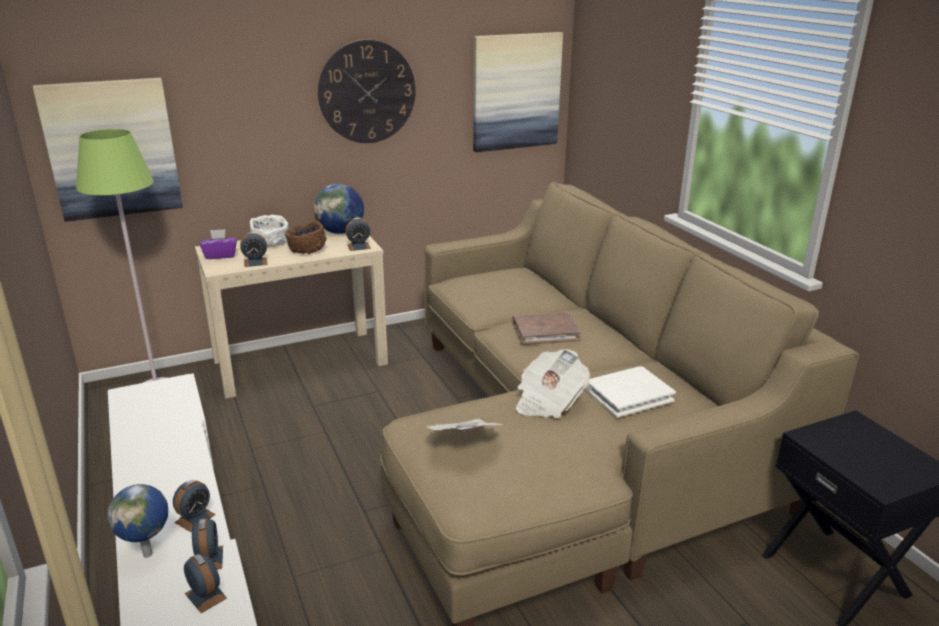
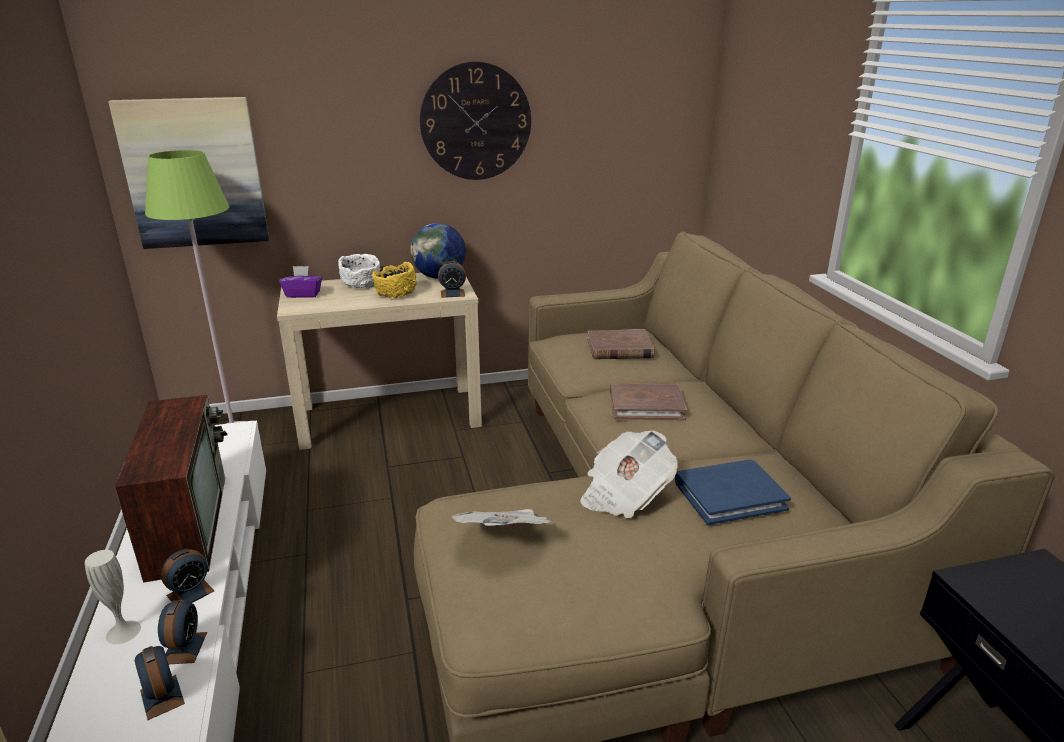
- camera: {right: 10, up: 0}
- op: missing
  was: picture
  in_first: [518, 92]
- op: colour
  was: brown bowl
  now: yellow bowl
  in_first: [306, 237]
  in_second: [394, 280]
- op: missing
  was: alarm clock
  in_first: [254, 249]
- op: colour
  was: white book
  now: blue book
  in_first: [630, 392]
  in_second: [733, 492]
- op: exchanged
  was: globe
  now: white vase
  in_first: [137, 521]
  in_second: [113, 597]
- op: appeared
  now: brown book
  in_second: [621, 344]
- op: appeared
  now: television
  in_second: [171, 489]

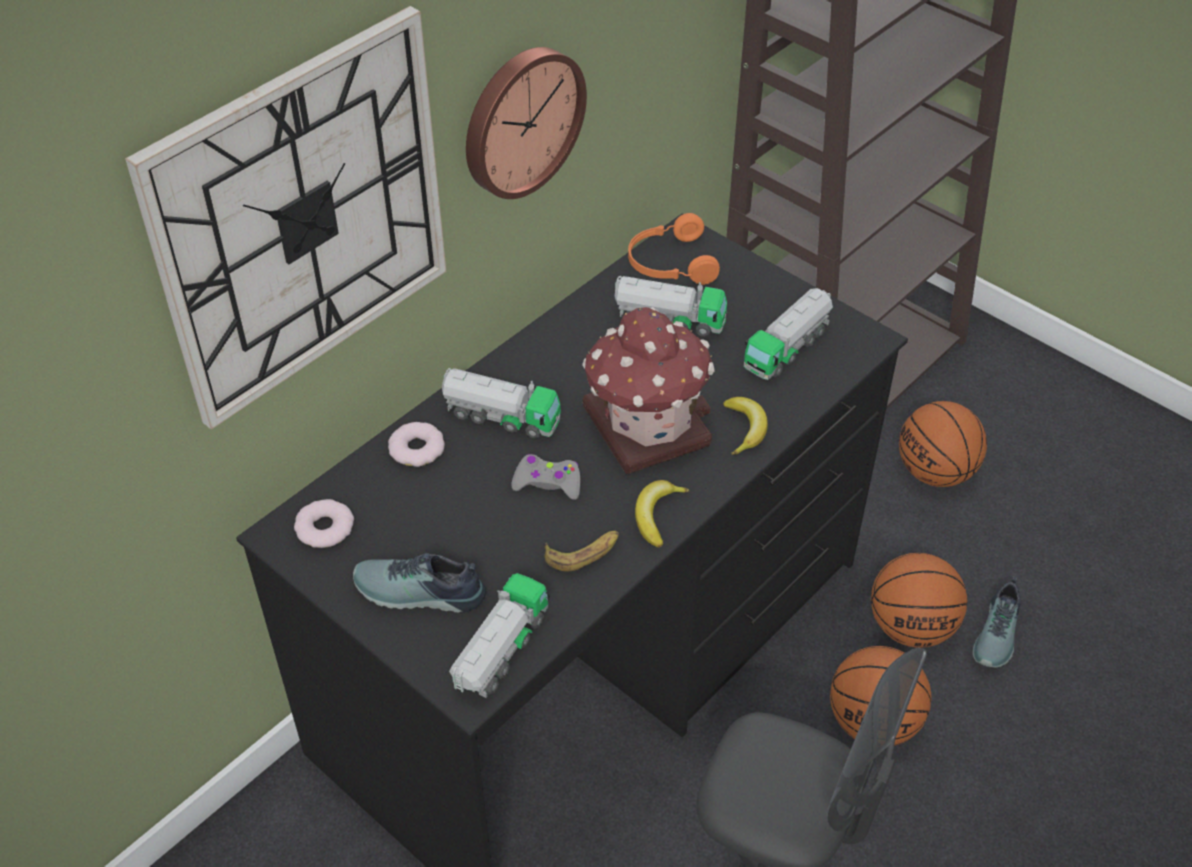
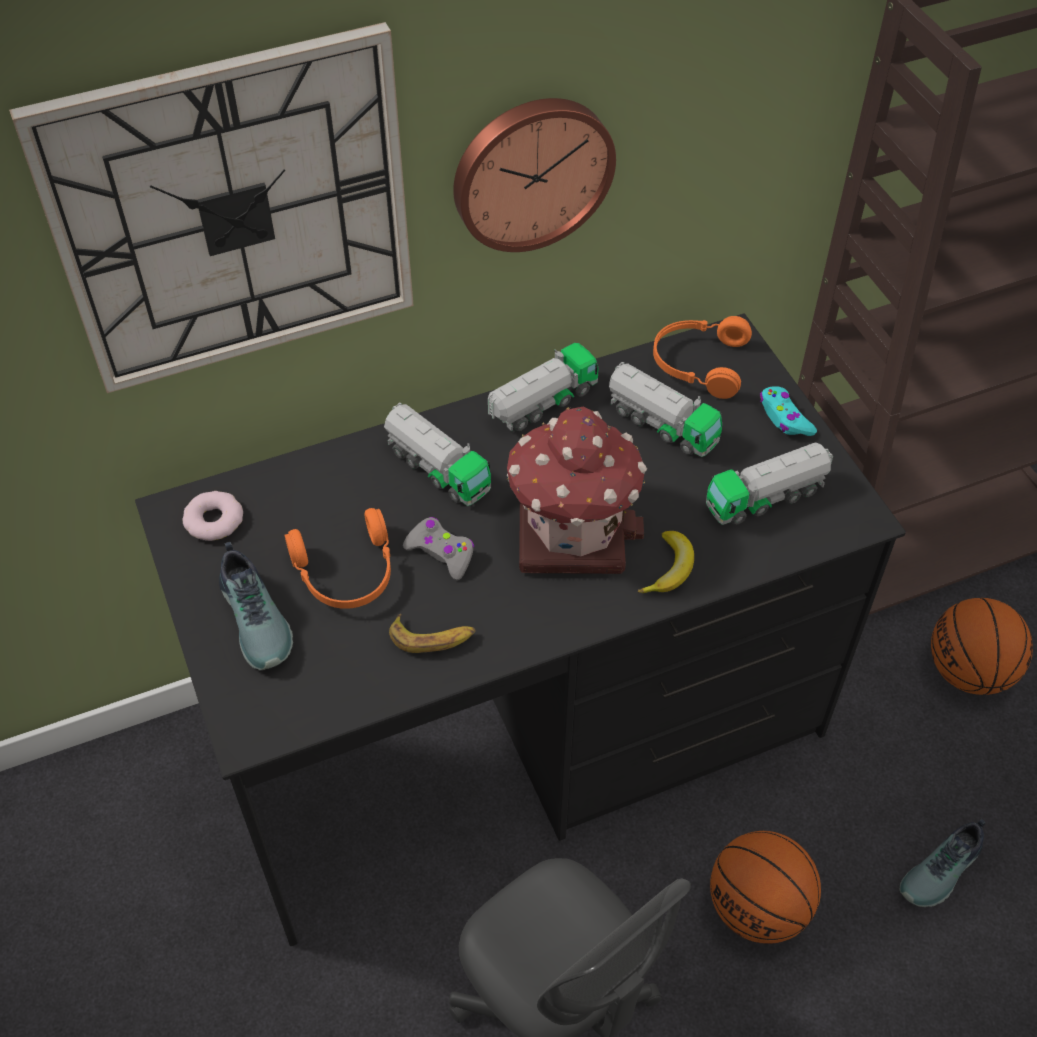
- camera: {right: 25, up: 5}
- op: missing
  was: donut
  in_first: [416, 444]
- op: missing
  was: banana
  in_first: [662, 513]
- op: spun
  was: shoe
  in_first: [419, 582]
  in_second: [256, 606]
  clockwise: -150
- op: missing
  was: basketball
  in_first: [919, 600]
- op: relocated
  was: toy truck
  in_first: [499, 635]
  in_second: [543, 387]
- op: appeared
  now: turquoise game controller
  in_second: [788, 411]
- op: appeared
  now: orange headphones
  in_second: [338, 558]

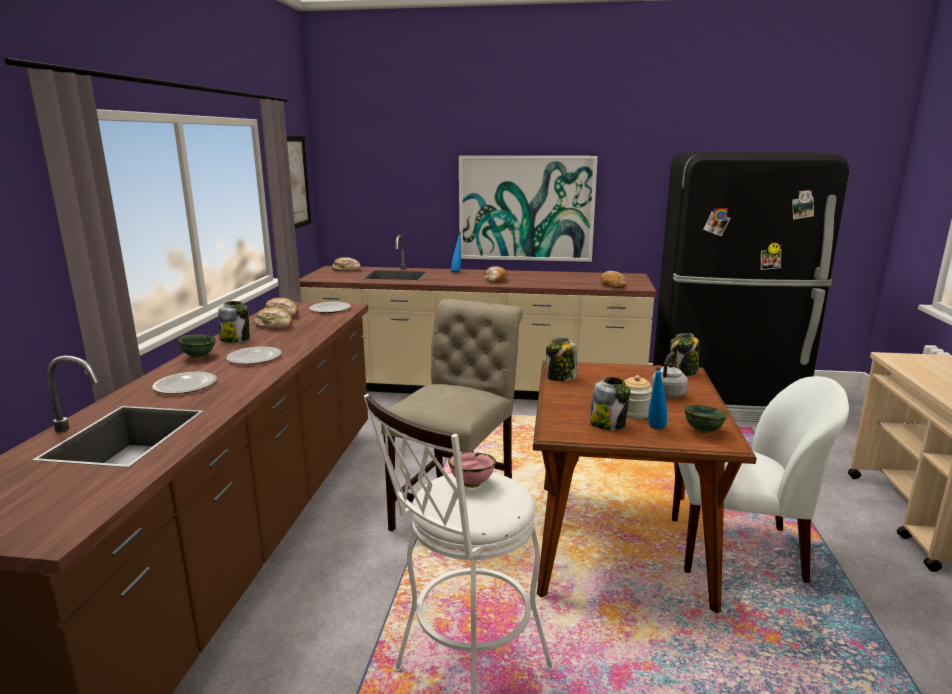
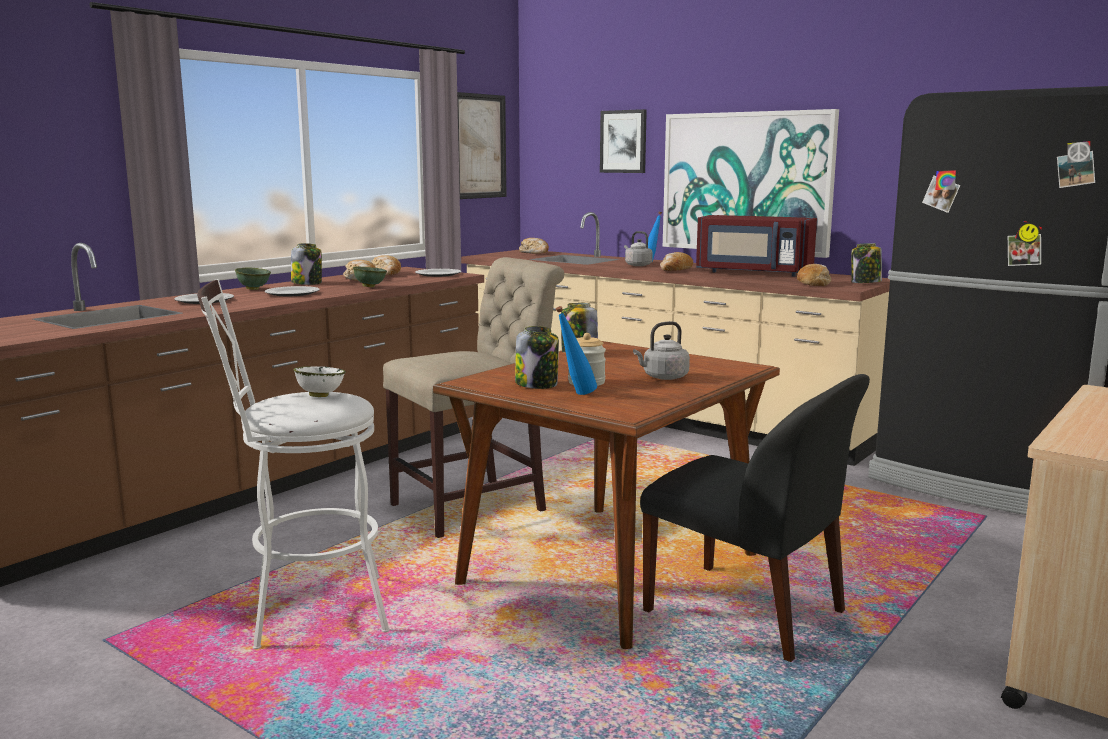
- camera: {right: 30, up: -5}
- op: relocated
  was: jar
  in_first: [684, 354]
  in_second: [866, 263]
- op: colour
  was: white chair
  now: black chair
  in_first: [760, 479]
  in_second: [755, 518]
- op: relocated
  was: green bowl
  in_first: [706, 419]
  in_second: [370, 277]
- op: colour
  was: pink bowl
  now: white bowl
  in_first: [472, 470]
  in_second: [320, 381]
- op: appeared
  now: picture
  in_second: [623, 141]
- op: appeared
  now: red microwave
  in_second: [756, 246]
- op: appeared
  now: grey kettle
  in_second: [638, 248]

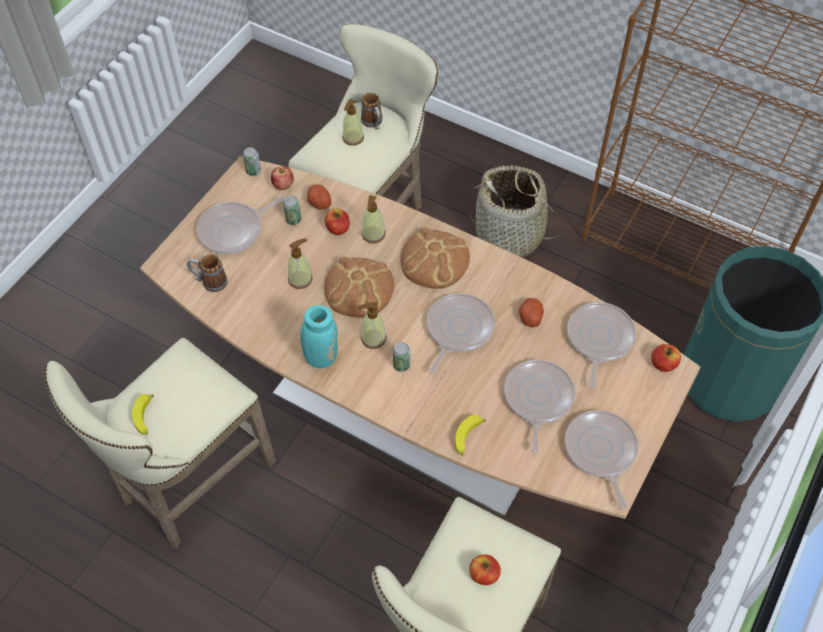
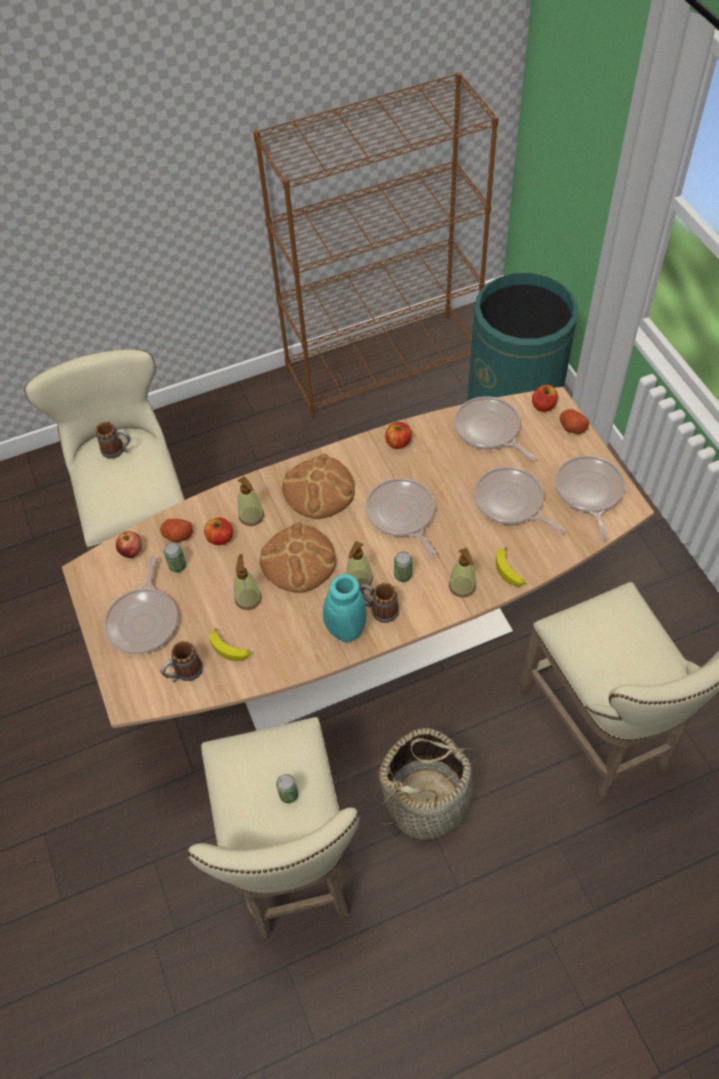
- camera: {right: -50, up: 0}
- op: relocated
  was: soap dispenser
  in_first: [353, 122]
  in_second: [462, 572]
- op: relocated
  was: can
  in_first: [252, 161]
  in_second: [287, 789]
- op: relocated
  was: basket
  in_first: [513, 211]
  in_second: [432, 784]
- op: relocated
  was: potato
  in_first: [531, 312]
  in_second: [574, 421]
- op: relocated
  was: banana
  in_first: [143, 414]
  in_second: [230, 644]
- op: spun
  was: frying pan
  in_first: [601, 460]
  in_second: [590, 497]
  clockwise: 60
- op: relocated
  was: apple
  in_first: [485, 569]
  in_second: [398, 435]
- op: appeared
  now: mug
  in_second: [379, 603]

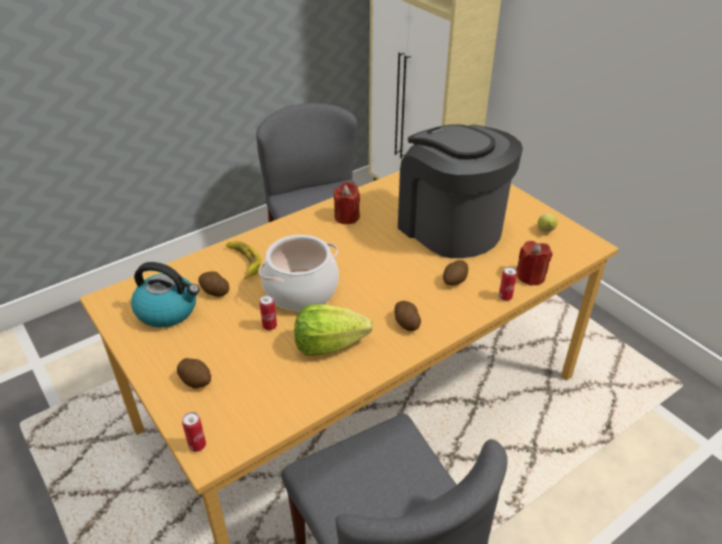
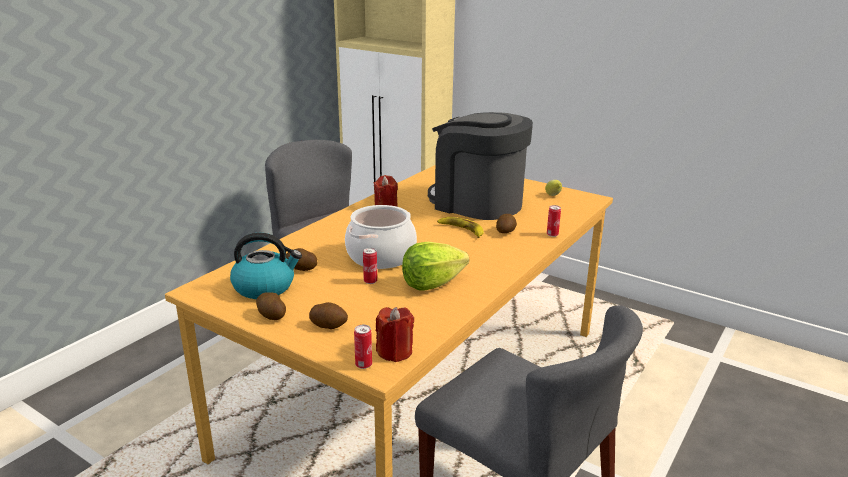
- camera: {right: -20, up: -15}
- op: relocated
  was: banana
  in_first: [243, 260]
  in_second: [460, 227]
- op: relocated
  was: red candle
  in_first: [534, 263]
  in_second: [395, 334]
- op: relocated
  was: potato
  in_first: [407, 316]
  in_second: [271, 306]

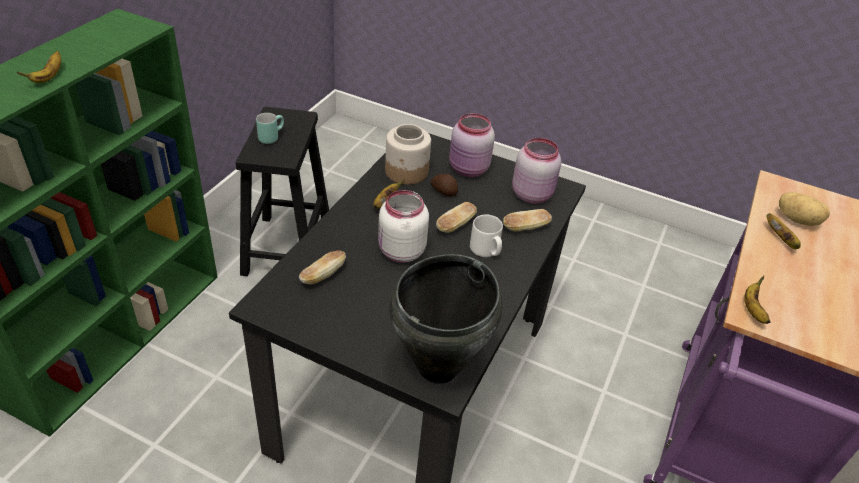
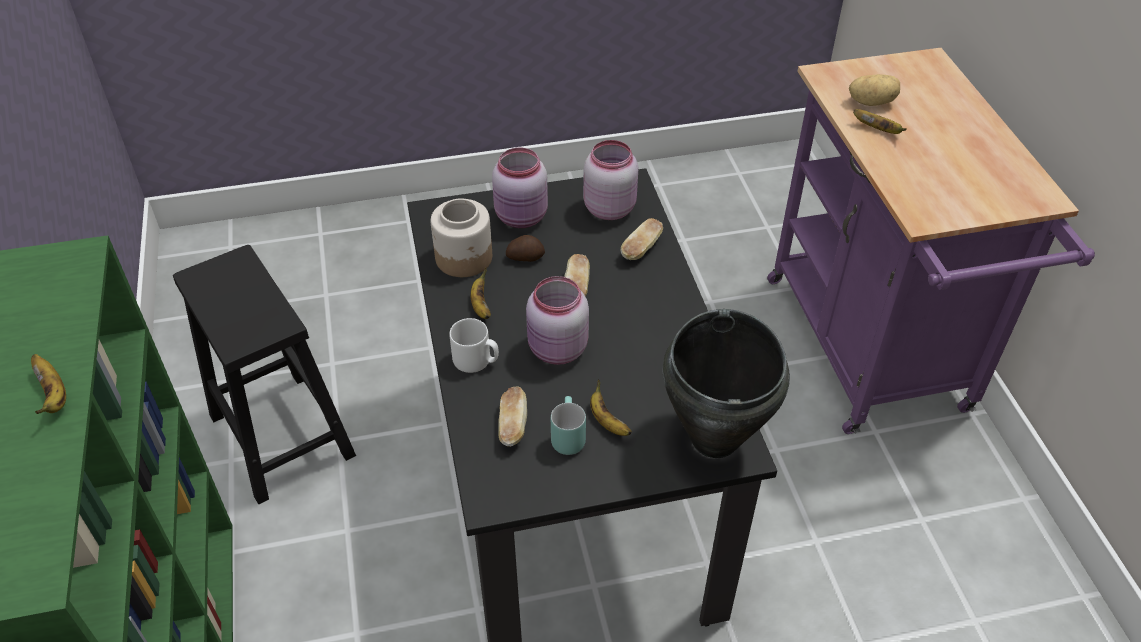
- camera: {right: -35, up: 5}
- op: relocated
  was: turquoise mug
  in_first: [270, 128]
  in_second: [568, 425]
- op: colour
  was: white jar
  now: pink jar
  in_first: [403, 226]
  in_second: [557, 320]
- op: relocated
  was: white mug
  in_first: [486, 236]
  in_second: [474, 345]
- op: relocated
  was: banana
  in_first: [757, 300]
  in_second: [611, 407]

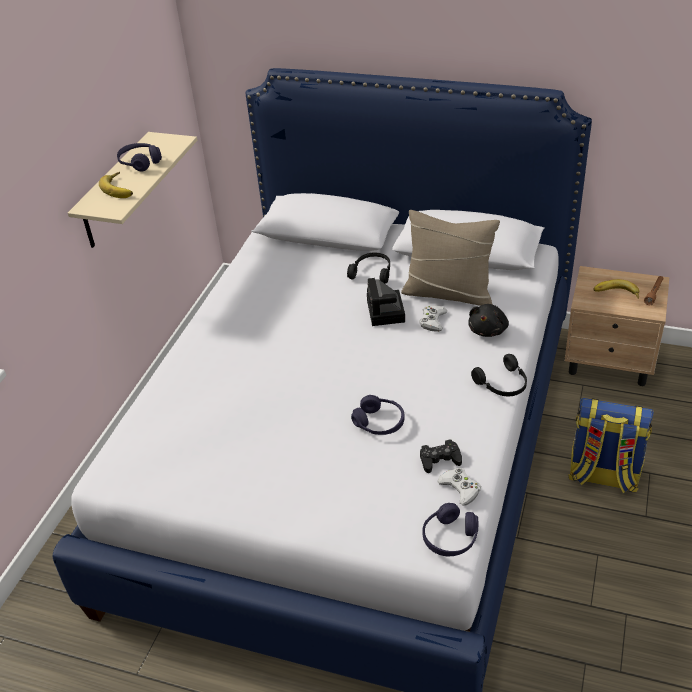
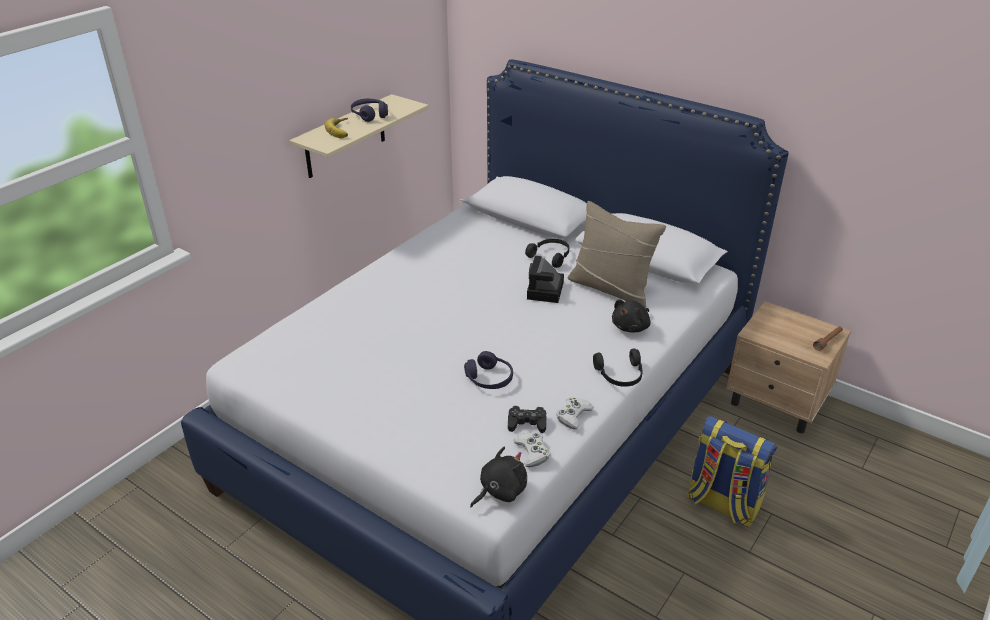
- camera: {right: 15, up: -5}
- op: missing
  was: banana
  in_first: [616, 289]
- op: relocated
  was: white game controller
  in_first: [433, 318]
  in_second: [575, 413]
- op: exchanged
  was: purple headphones
  now: black plush toy
  in_first: [450, 529]
  in_second: [498, 476]

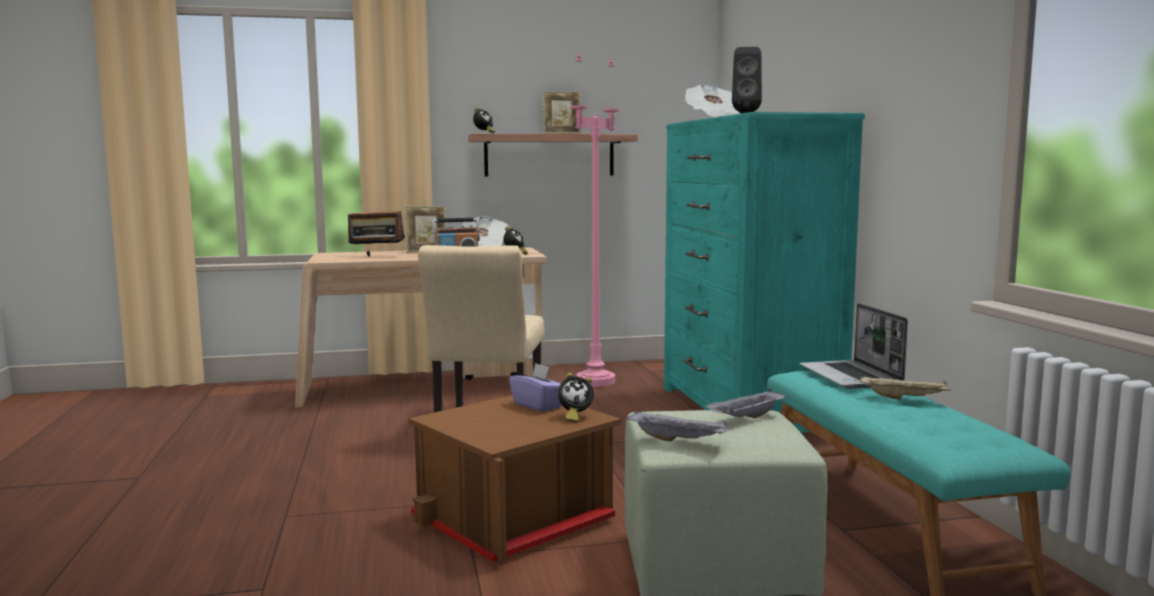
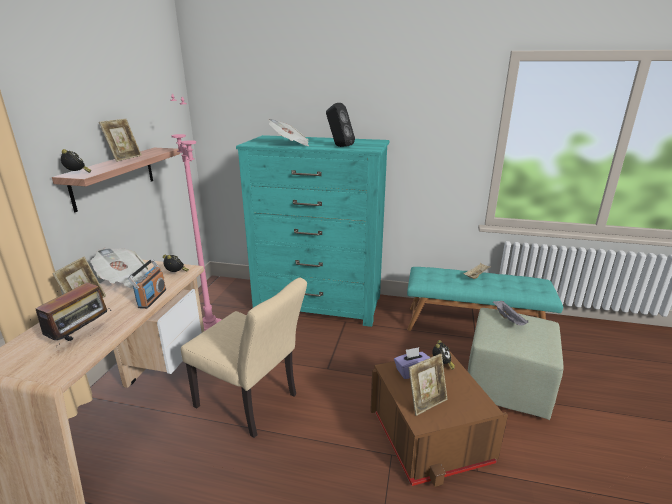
- camera: {right: -65, up: 15}
- op: missing
  was: laptop
  in_first: [853, 346]
- op: missing
  was: grey tray
  in_first: [677, 426]
- op: appeared
  now: picture frame
  in_second: [428, 385]

